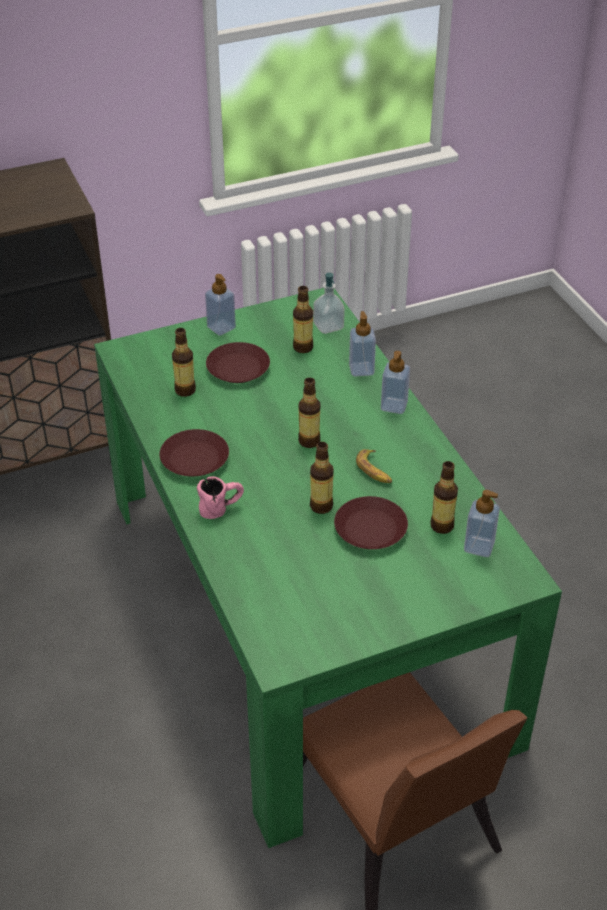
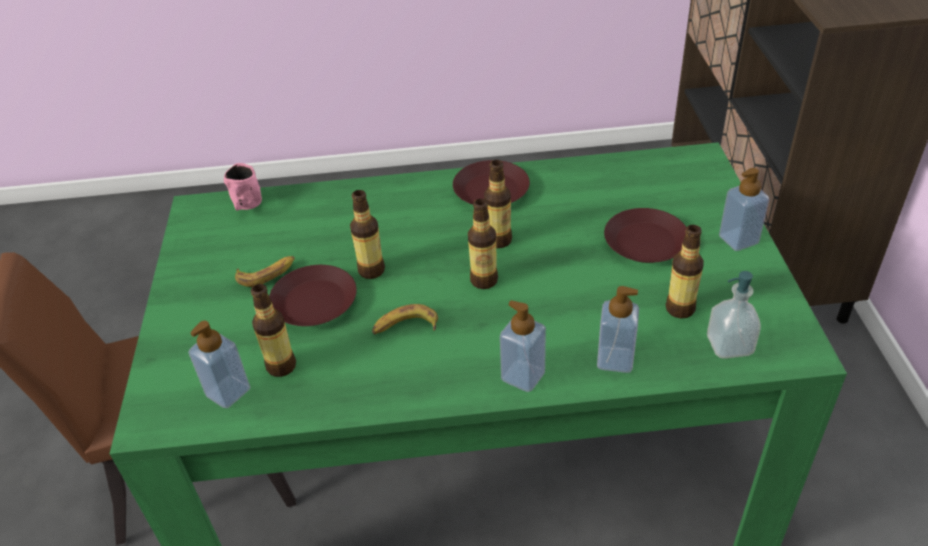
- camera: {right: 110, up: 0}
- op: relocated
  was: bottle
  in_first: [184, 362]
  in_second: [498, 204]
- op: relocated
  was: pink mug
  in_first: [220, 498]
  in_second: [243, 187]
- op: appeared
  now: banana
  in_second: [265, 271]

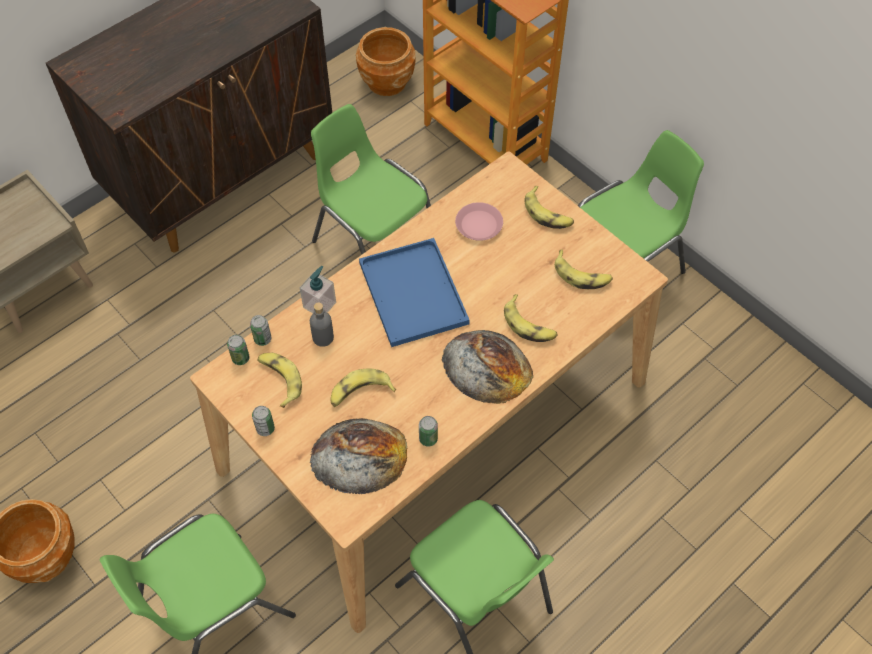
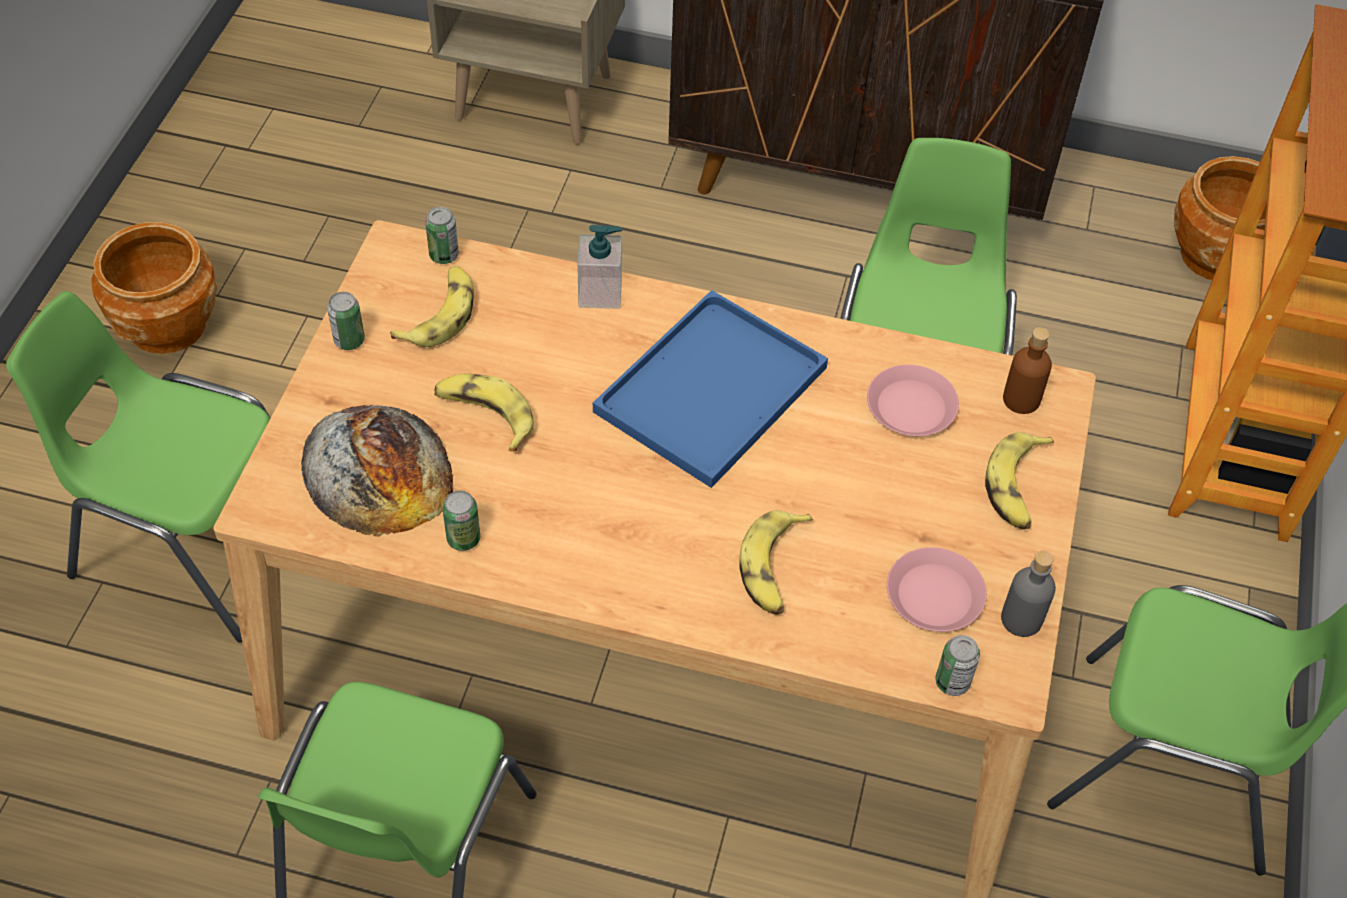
- camera: {right: 55, up: -5}
- op: exchanged
  was: banana
  now: pink plate
  in_first: [584, 269]
  in_second: [937, 589]
- op: relocated
  was: grey bottle
  in_first: [322, 324]
  in_second: [1028, 594]
- op: relocated
  was: can
  in_first: [261, 330]
  in_second: [957, 665]
- op: missing
  was: bread
  in_first: [487, 367]
- op: appeared
  now: brown bottle
  in_second: [1027, 370]

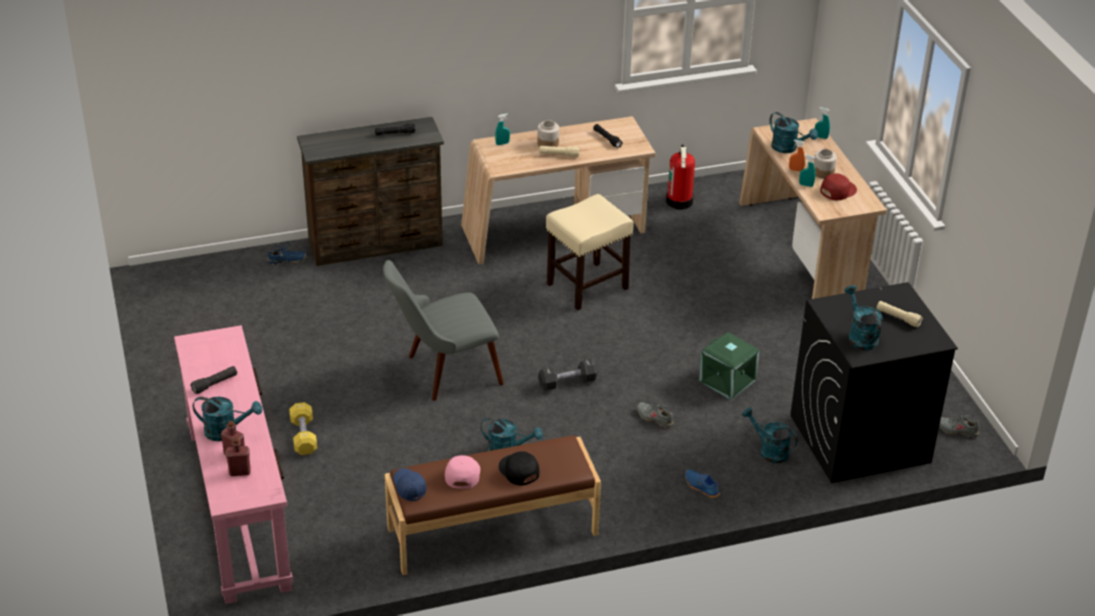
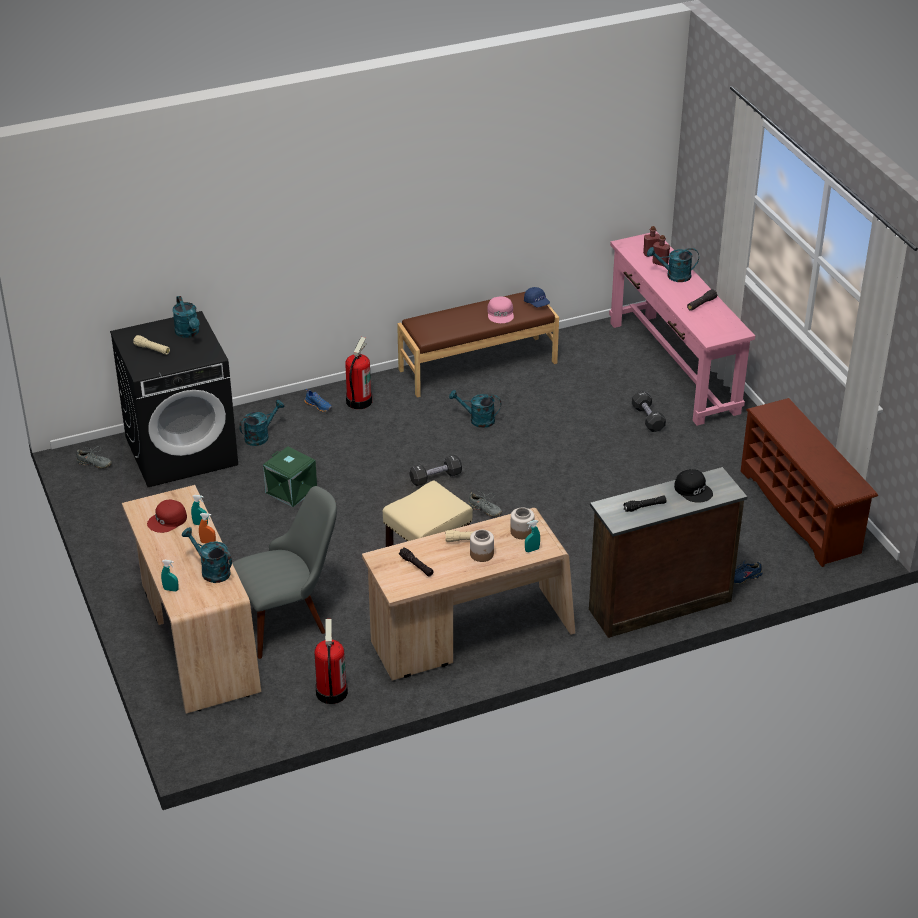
- camera: {right: 175, up: 0}
- op: relocated
  was: jar
  in_first: [825, 164]
  in_second: [522, 523]
- op: relocated
  was: grey chair
  in_first: [443, 330]
  in_second: [284, 572]
- op: colour
  was: yellow dumbbell
  now: black dumbbell
  in_first: [303, 428]
  in_second: [649, 411]
- op: relocated
  was: grey shoe
  in_first: [655, 415]
  in_second: [485, 504]
- op: spun
  was: turquoise watering can
  in_first: [770, 435]
  in_second: [261, 423]
  clockwise: -75
- op: relocated
  was: black cap
  in_first: [519, 468]
  in_second: [693, 486]
- op: appeared
  now: fire extinguisher
  in_second: [358, 373]
- op: appeared
  now: brown shoe rack
  in_second: [809, 482]

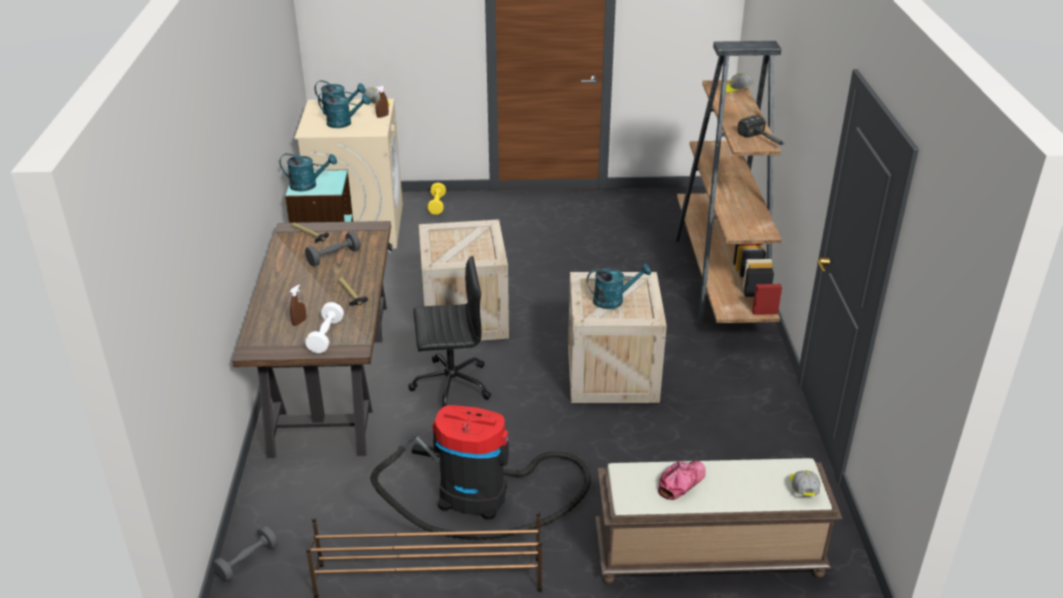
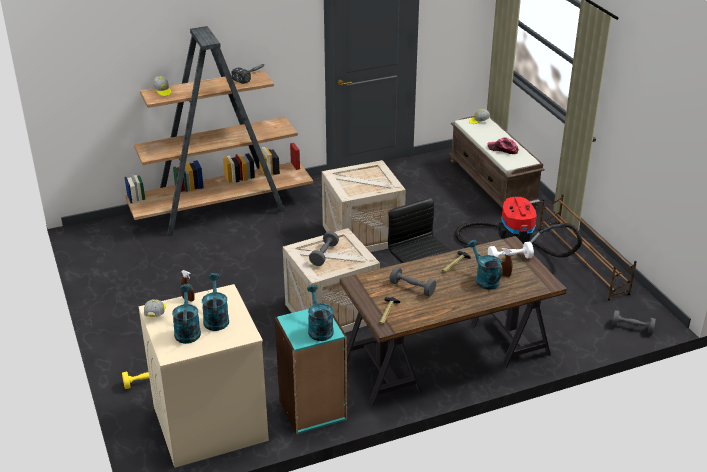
- camera: {right: -110, up: 0}
- op: relocated
  was: turquoise watering can
  in_first: [619, 286]
  in_second: [485, 265]
- op: appeared
  now: grey dumbbell
  in_second: [324, 248]

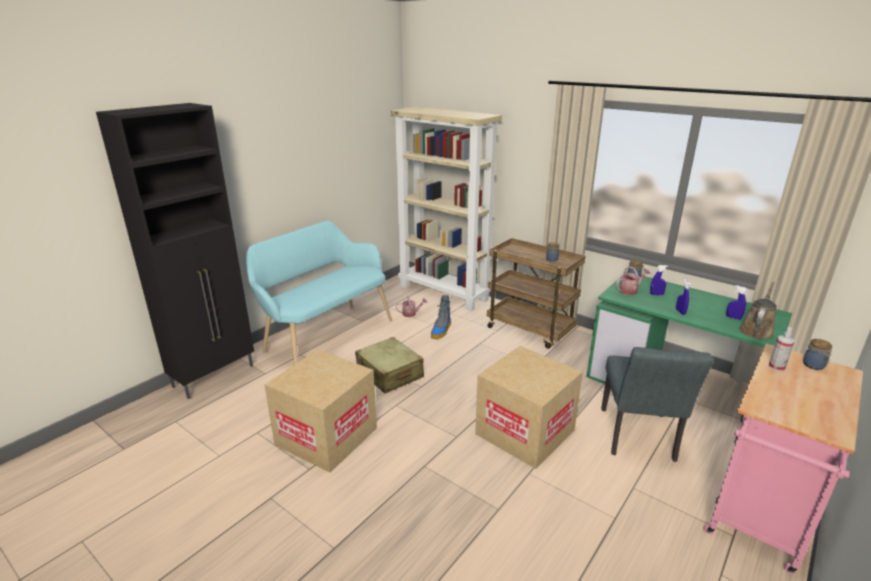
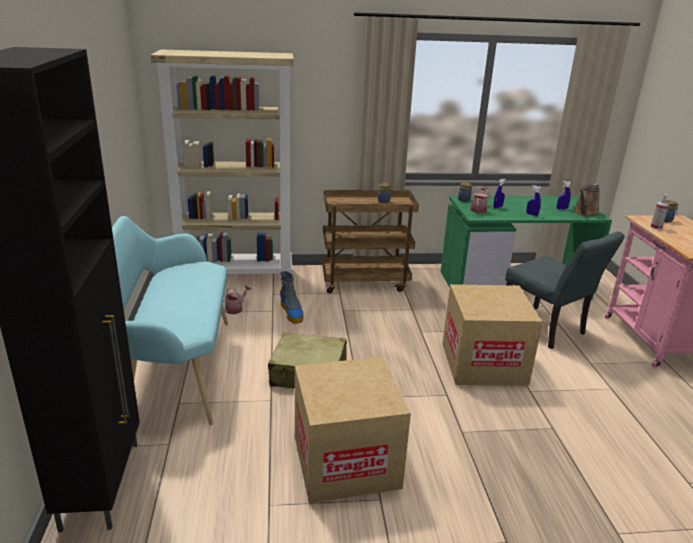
- camera: {right: -45, up: 0}
- op: spun
  was: brown watering can
  in_first: [758, 311]
  in_second: [586, 200]
  clockwise: -135

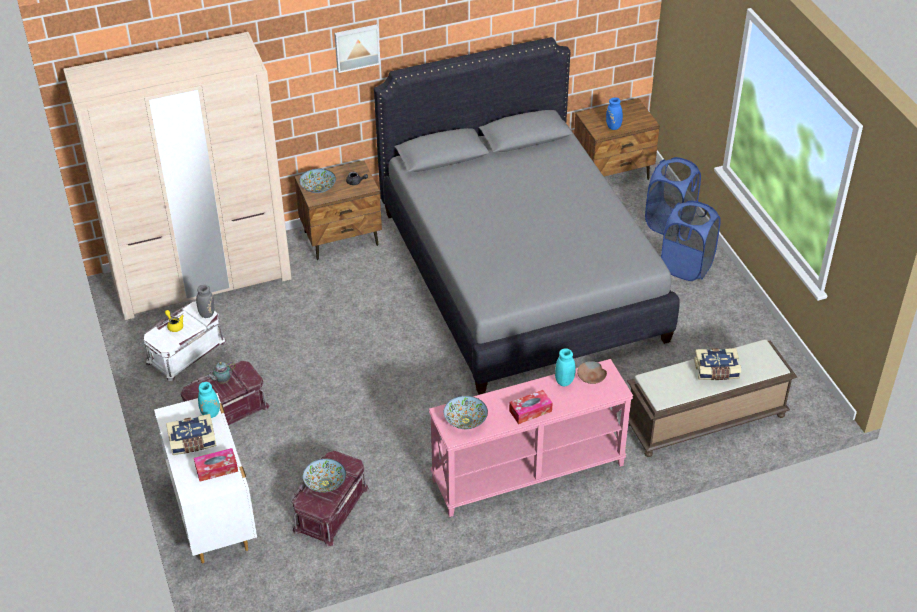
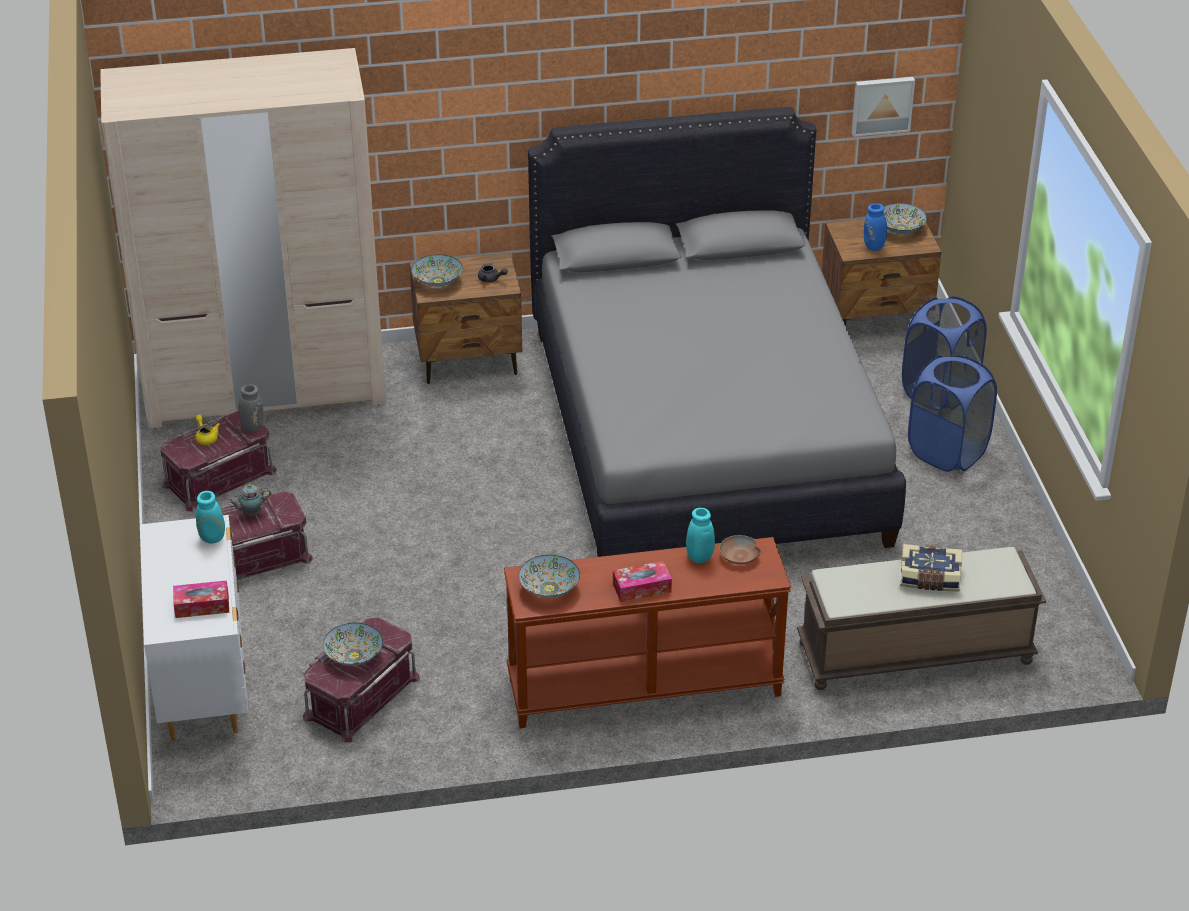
- camera: {right: 10, up: -5}
- op: relocated
  was: picture
  in_first: [357, 48]
  in_second: [883, 107]
- op: colour
  was: white storage box
  now: red storage box
  in_first: [185, 341]
  in_second: [218, 461]
- op: colour
  was: pink console table
  now: brown console table
  in_first: [531, 438]
  in_second: [647, 632]
- op: missing
  was: book
  in_first: [191, 434]
- op: appeared
  now: bowl
  in_second: [905, 218]

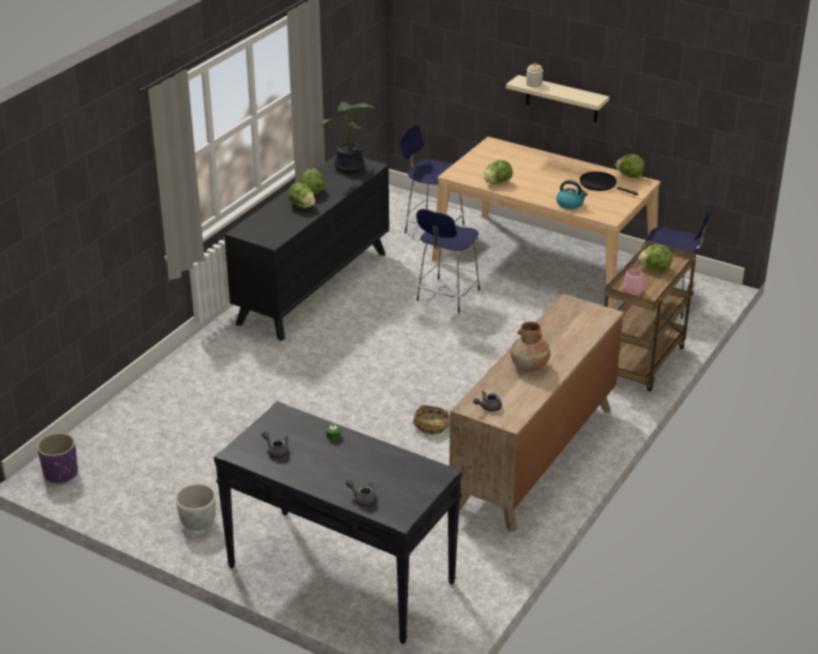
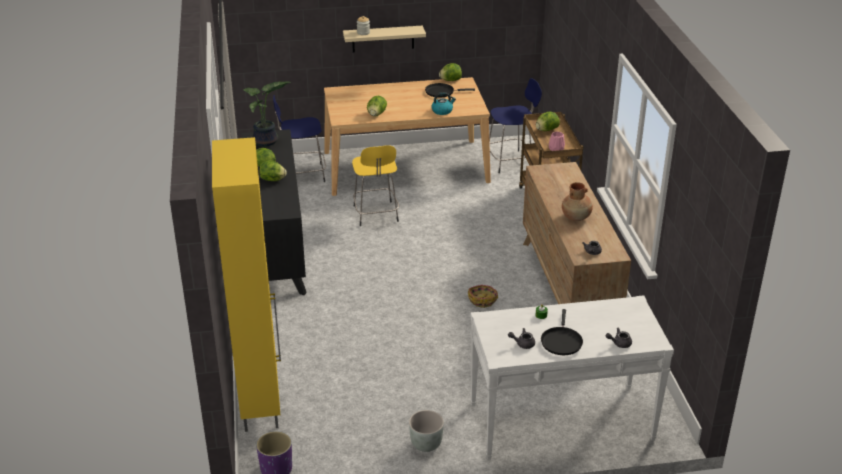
- camera: {right: -40, up: 0}
- op: colour
  was: blue stool
  now: yellow stool
  in_first: [448, 261]
  in_second: [375, 185]
- op: colour
  was: black console table
  now: white console table
  in_first: [338, 522]
  in_second: [572, 377]
- op: appeared
  now: yellow cabinet
  in_second: [246, 284]
- op: appeared
  now: black frying pan
  in_second: [562, 332]

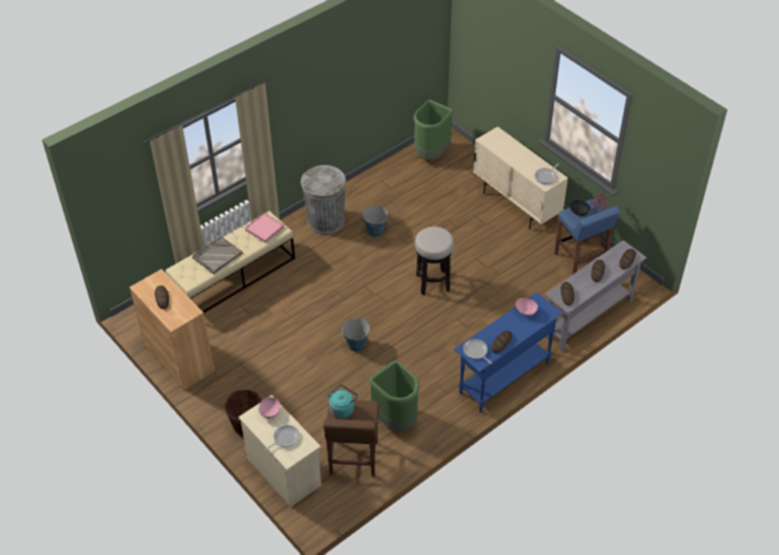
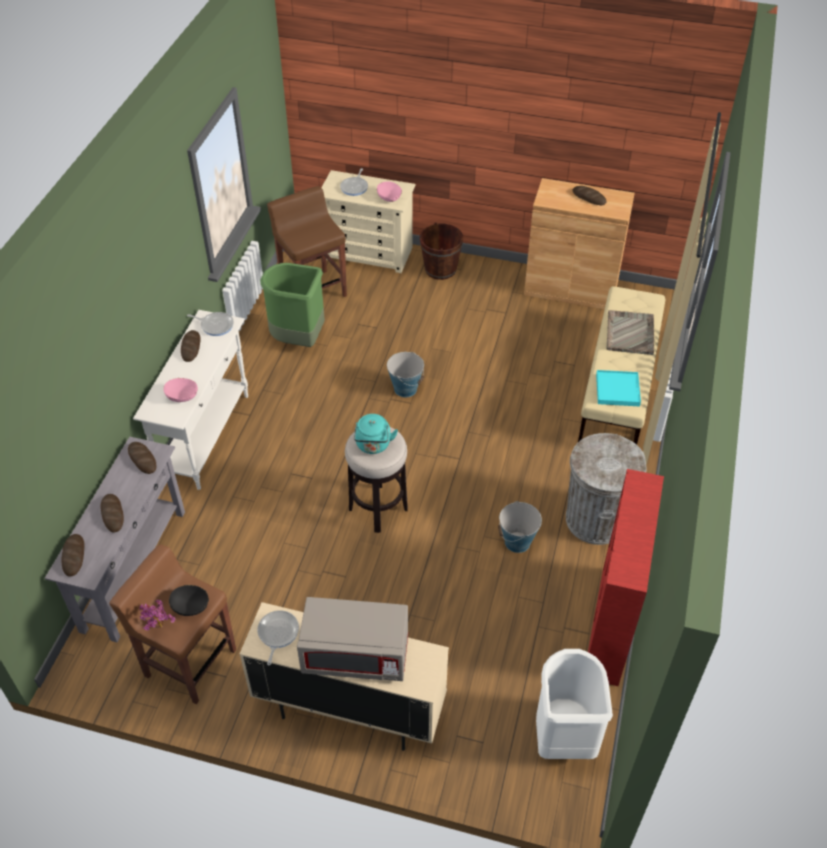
- camera: {right: 145, up: 0}
- op: colour
  was: green trash can
  now: white trash can
  in_first: [433, 130]
  in_second: [574, 704]
- op: colour
  was: blue stool
  now: brown stool
  in_first: [587, 237]
  in_second: [172, 624]
- op: colour
  was: pink tray
  now: turquoise tray
  in_first: [264, 228]
  in_second: [618, 388]
- op: colour
  was: blue console table
  now: white console table
  in_first: [508, 352]
  in_second: [190, 400]
- op: relocated
  was: turquoise kettle
  in_first: [342, 401]
  in_second: [376, 434]
- op: appeared
  now: red bookcase
  in_second: [626, 577]
- op: appeared
  now: grey microwave
  in_second: [352, 639]

